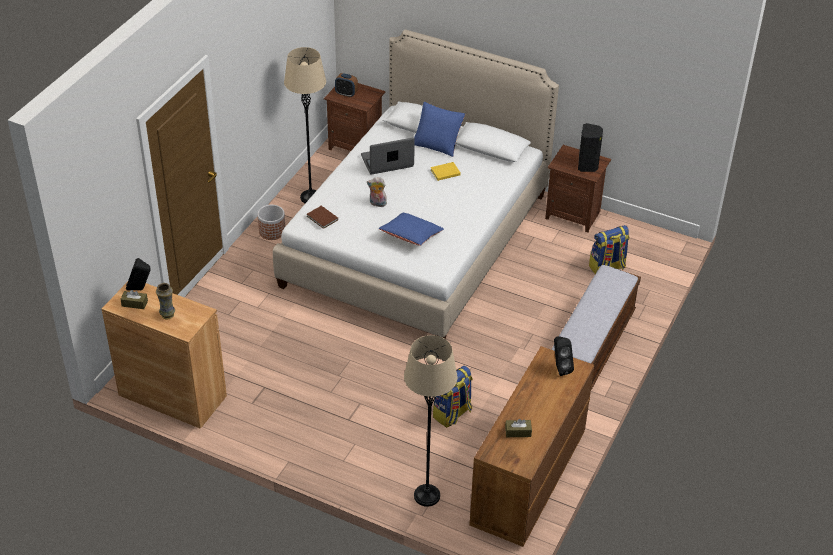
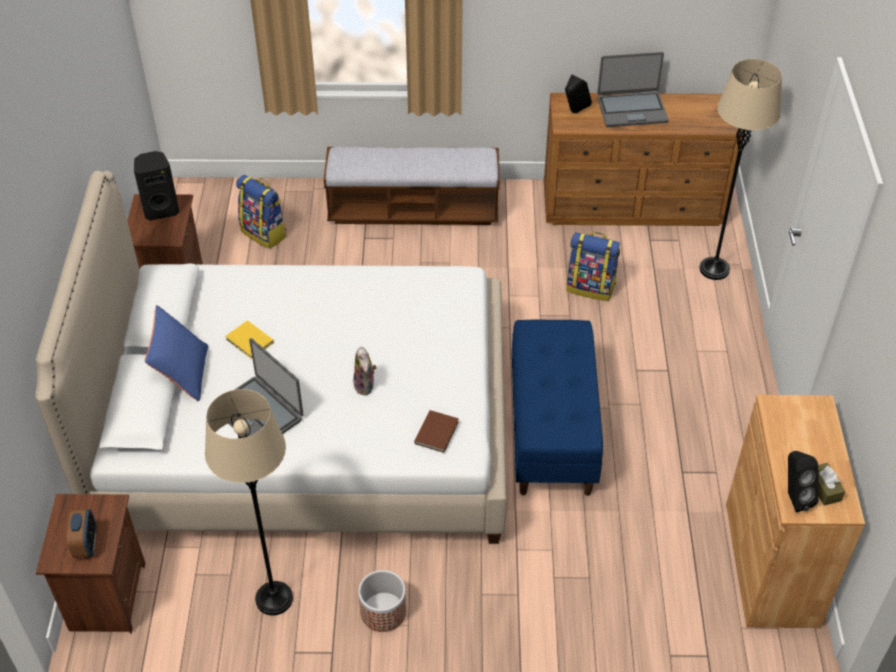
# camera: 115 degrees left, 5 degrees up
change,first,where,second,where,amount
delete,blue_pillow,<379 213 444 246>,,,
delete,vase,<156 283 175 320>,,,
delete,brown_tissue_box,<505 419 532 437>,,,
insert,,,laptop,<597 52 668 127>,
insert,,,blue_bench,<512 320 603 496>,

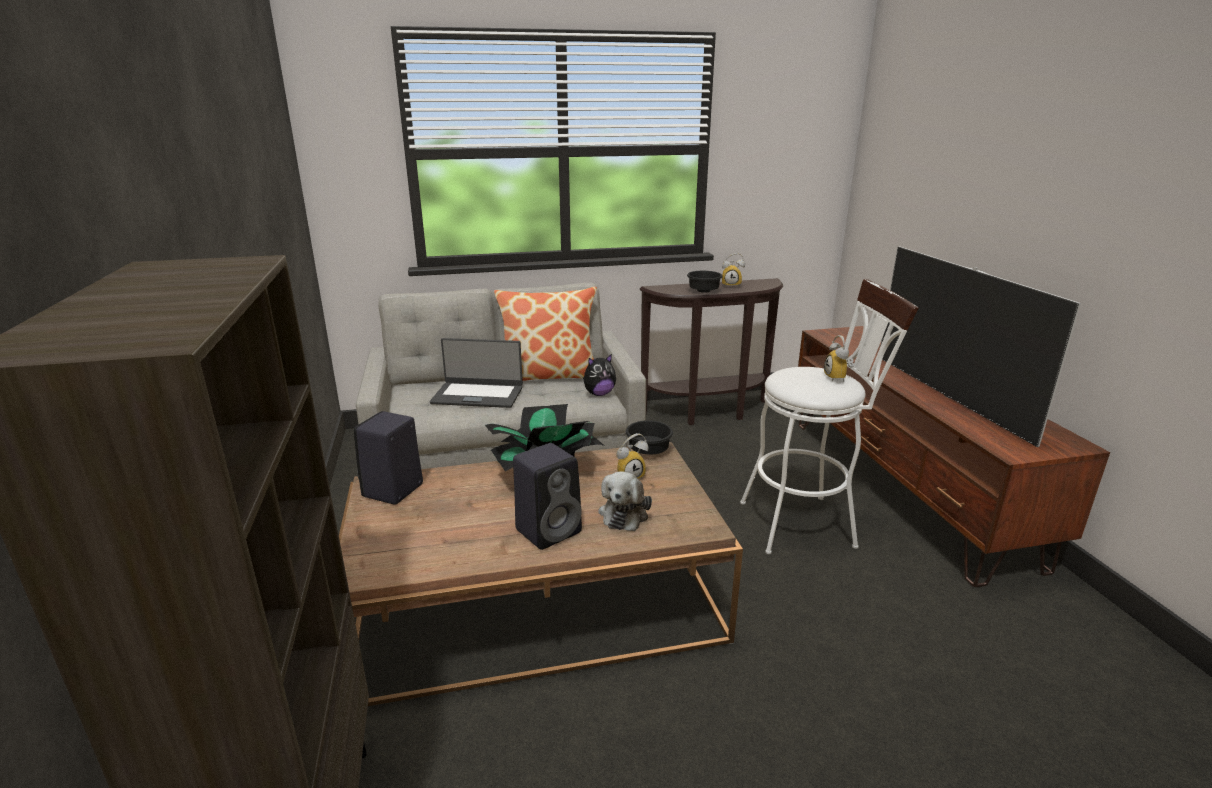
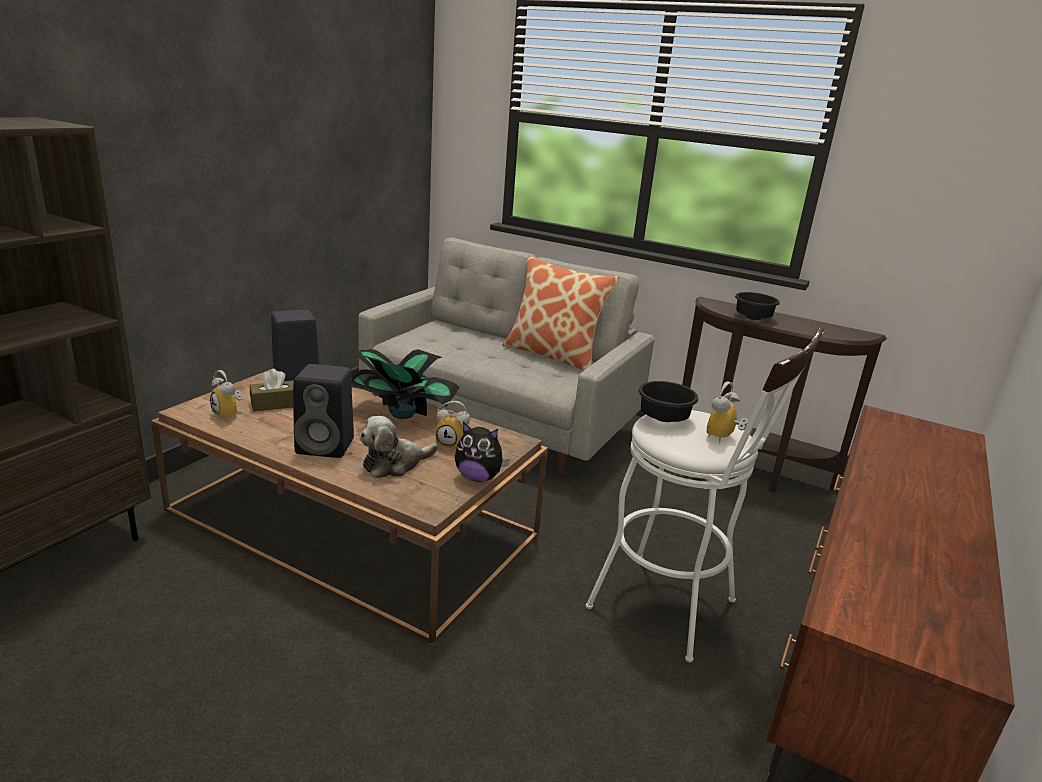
# camera: 40 degrees right, 0 degrees up
change,first,where,second,where,amount
delete,television,<880 247 1081 447>,,,
move,alarm_clock,<722 253 745 287>,,<210 370 243 420>,
delete,laptop,<430 338 523 408>,,,
move,plush_toy,<583 354 616 396>,,<455 422 510 482>,
move,black_bowl,<626 420 673 455>,,<638 381 698 422>,
insert,,,brown_tissue_box,<250 369 294 411>,

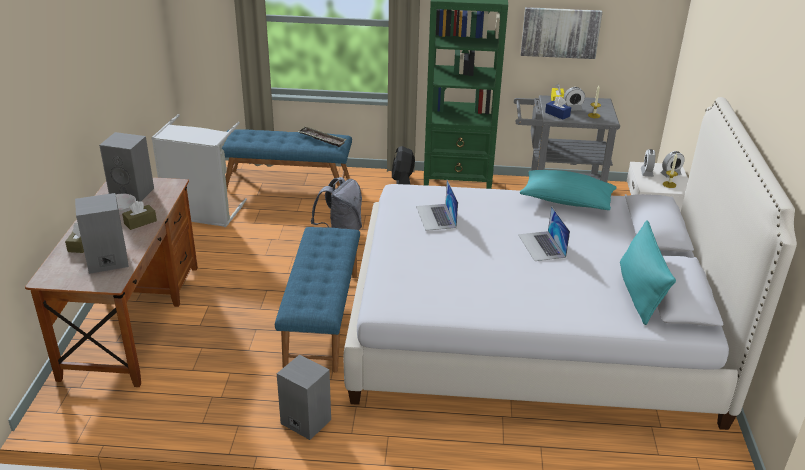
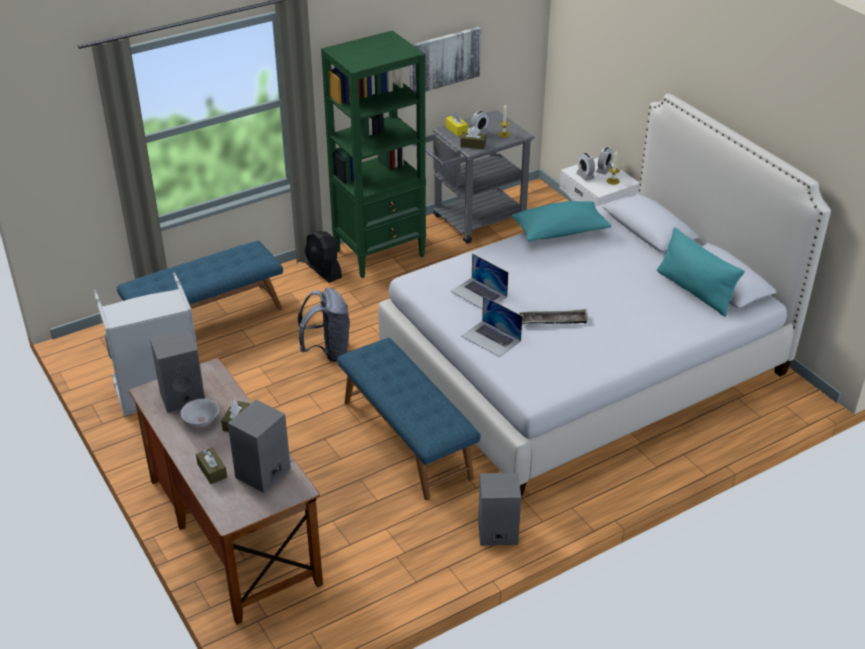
# camera: 35 degrees left, 5 degrees up
change,first,where,second,where,amount
recolor,blue_tissue_box,<545 96 571 120>,brown_tissue_box,<460 127 486 149>,
move,tray,<298 127 346 147>,,<519 309 589 324>,
move,laptop,<518 206 570 261>,,<462 296 522 357>,

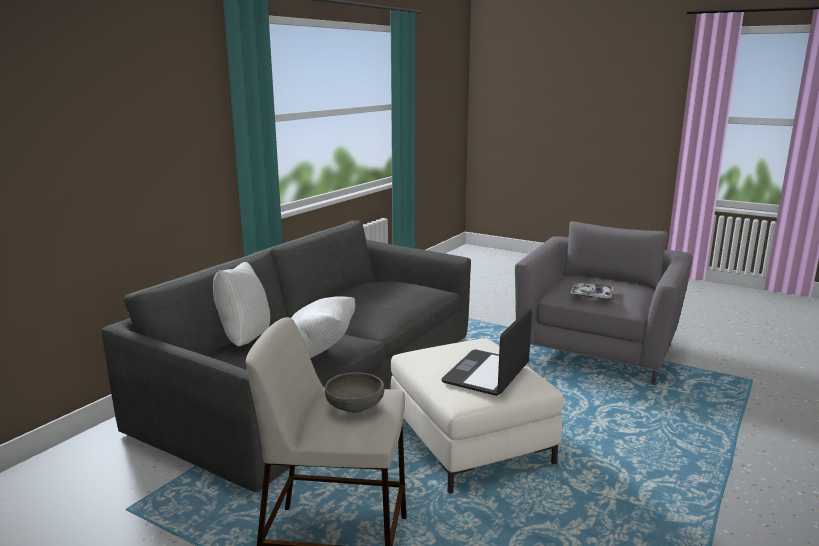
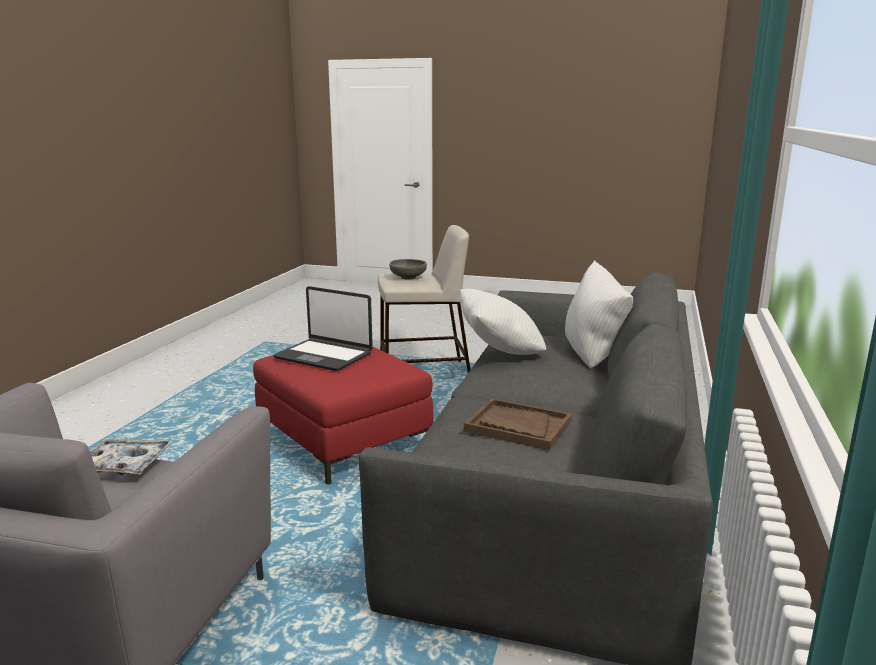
# camera: 165 degrees right, 0 degrees up
change,first,where,second,where,amount
rotate,laptop,<442 308 532 396>,,<273 286 373 371>,105 degrees clockwise
recolor,white_ottoman,<390 339 564 494>,red_ottoman,<253 347 434 485>,
insert,,,brown_tray,<464 398 572 450>,

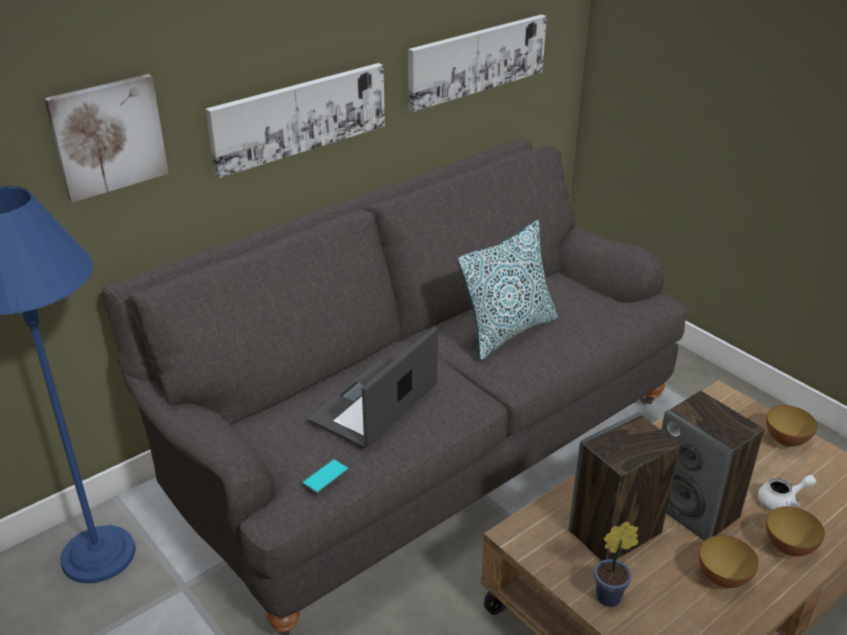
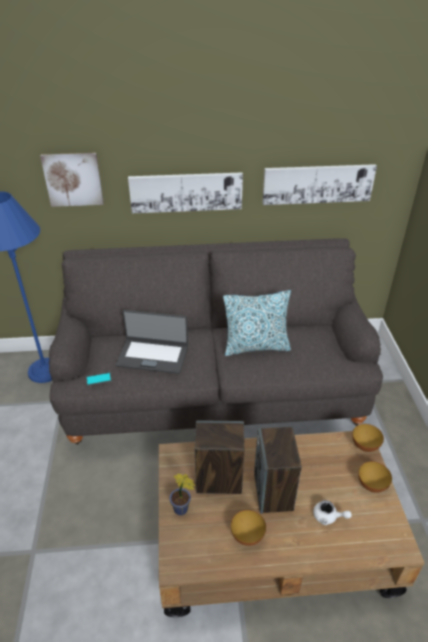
# camera: 35 degrees right, 5 degrees up
change,first,where,second,where,amount
rotate,laptop,<308 327 438 448>,,<116 310 188 374>,150 degrees counterclockwise
move,bowl,<766 507 825 556>,,<352 424 384 452>,

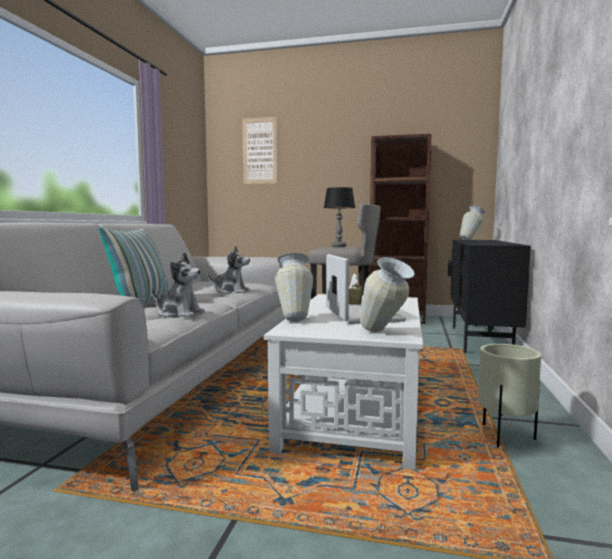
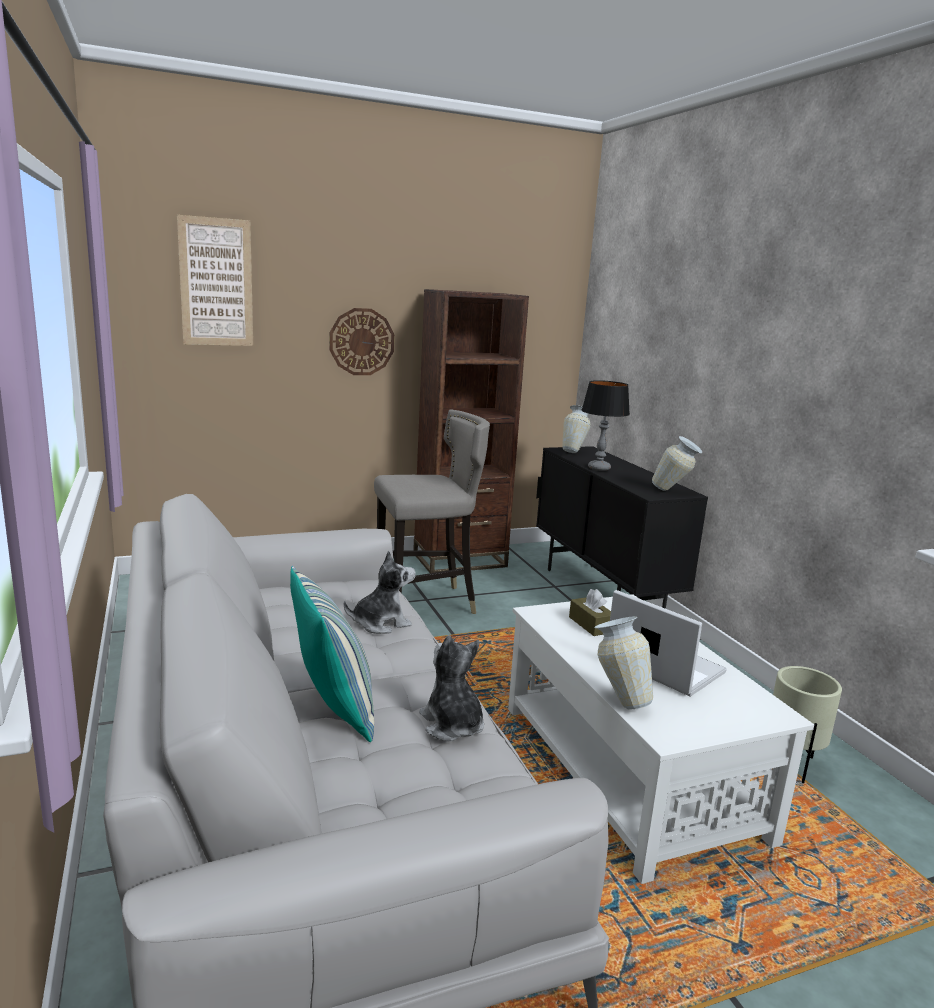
# camera: 35 degrees left, 10 degrees up
change,first,where,second,where,amount
move,table_lamp,<324 187 355 247>,,<582 380 630 471>,
rotate,plush_toy,<151 252 205 317>,,<419 635 484 741>,105 degrees counterclockwise
move,vase,<360 257 415 332>,,<652 436 702 491>,
insert,,,wall_clock,<329 308 394 375>,

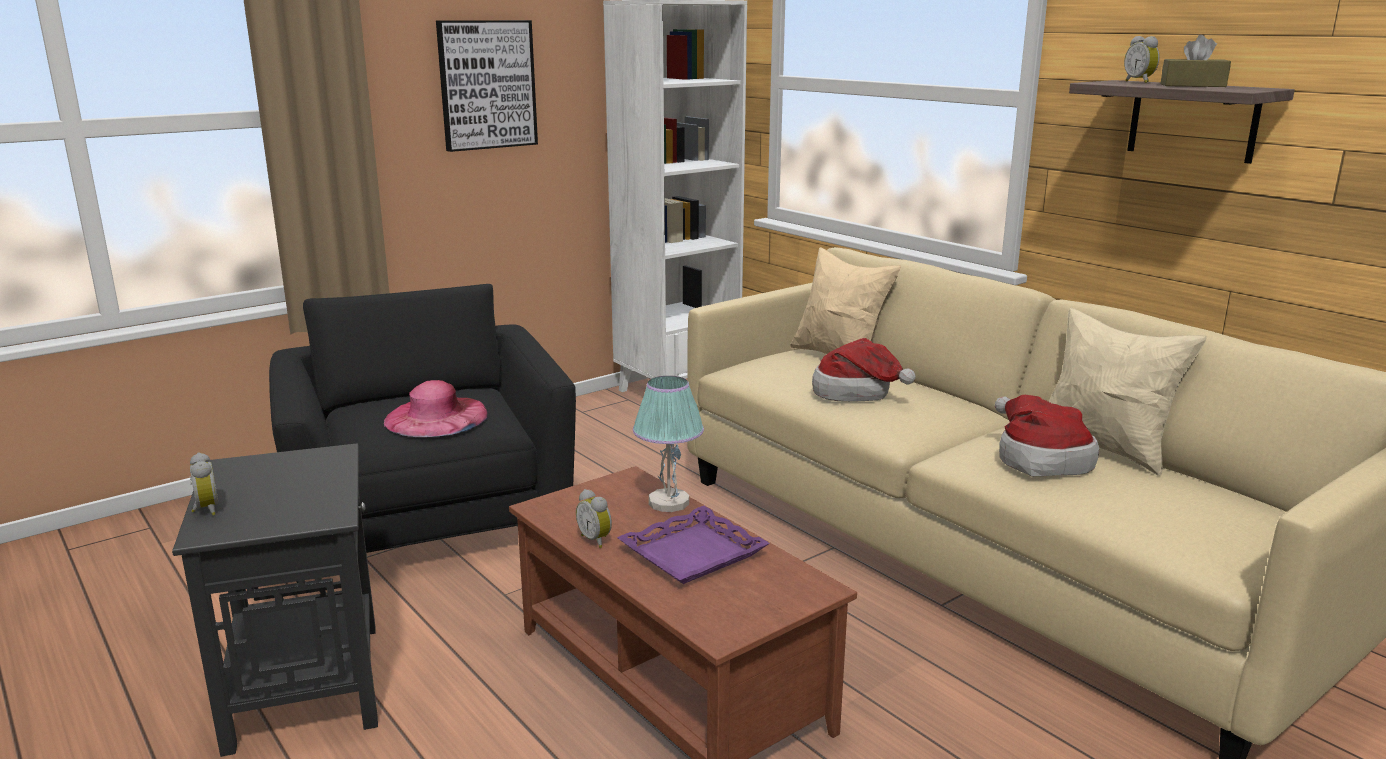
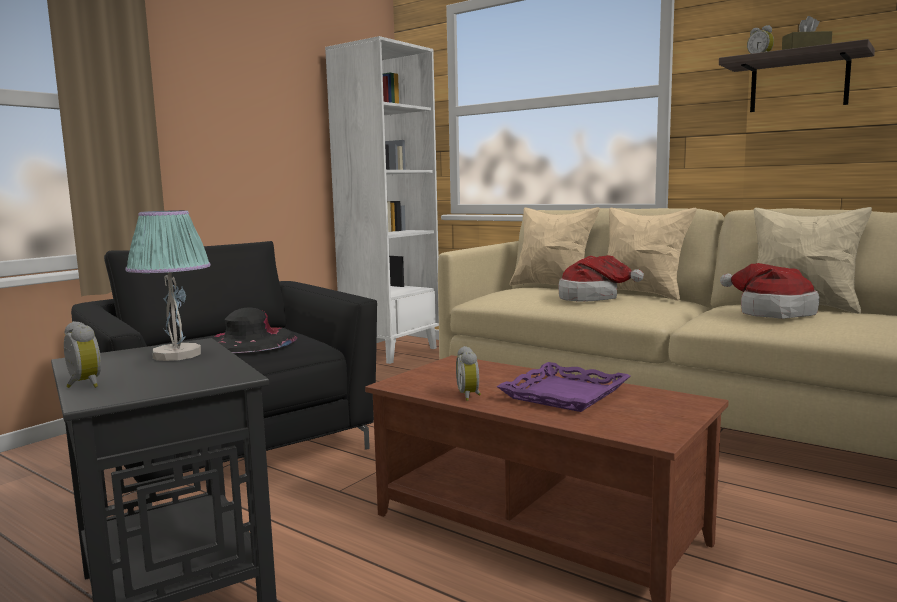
# camera: 15 degrees left, 10 degrees down
change,first,where,second,where,amount
delete,picture,<436 20 538 152>,,,
move,table_lamp,<633 376 704 512>,,<125 210 211 361>,
recolor,pink_hat,<384 380 488 437>,black_hat,<209 308 298 353>,
rotate,alarm_clock,<576 489 612 548>,,<456 346 481 401>,45 degrees clockwise
insert,,,beige_pillow,<607 208 697 301>,

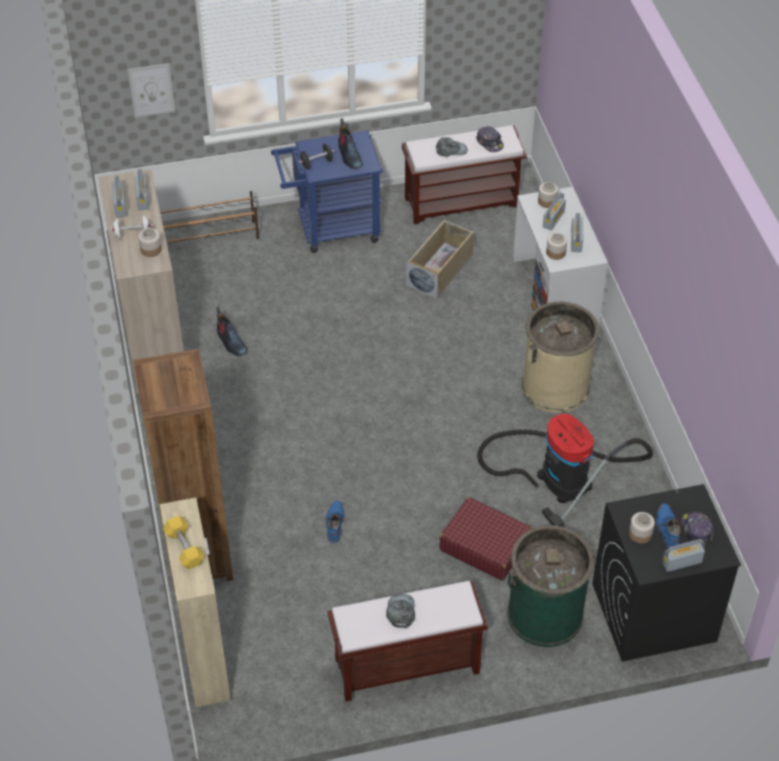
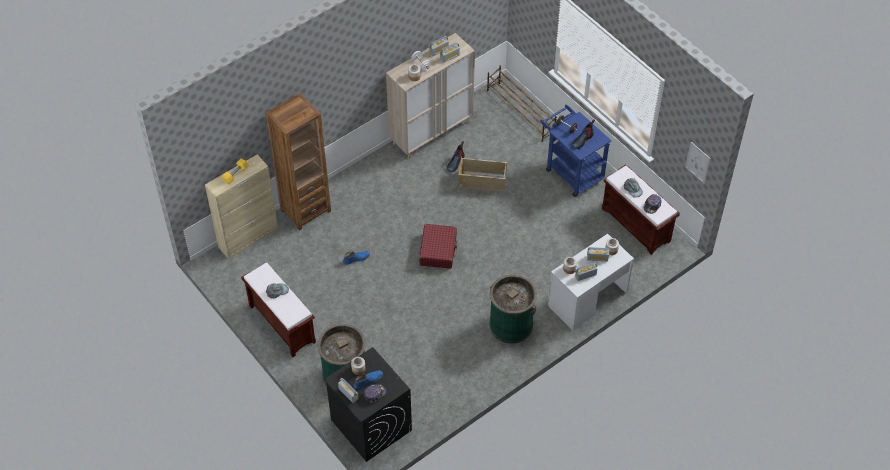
# camera: 65 degrees right, 5 degrees up
change,first,where,second,where,amount
move,picture,<128 63 175 117>,,<685 142 711 184>,
move,beige_storage_box,<406 219 474 300>,,<458 157 507 192>,
recolor,beige_trash_can,<522 302 599 413>,green_trash_can,<489 275 537 343>,
delete,vacuum_cleaner,<477 414 653 527>,,,
move,red_suitcase,<440 497 532 581>,,<419 224 457 269>,

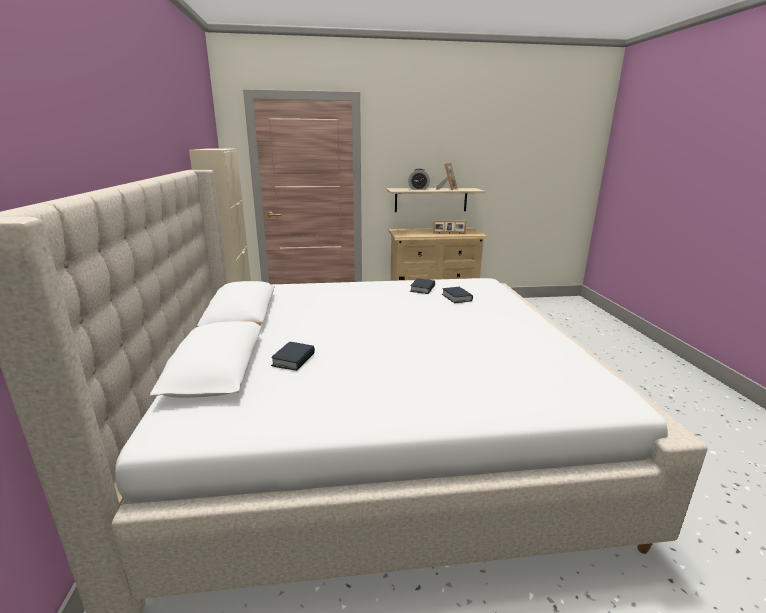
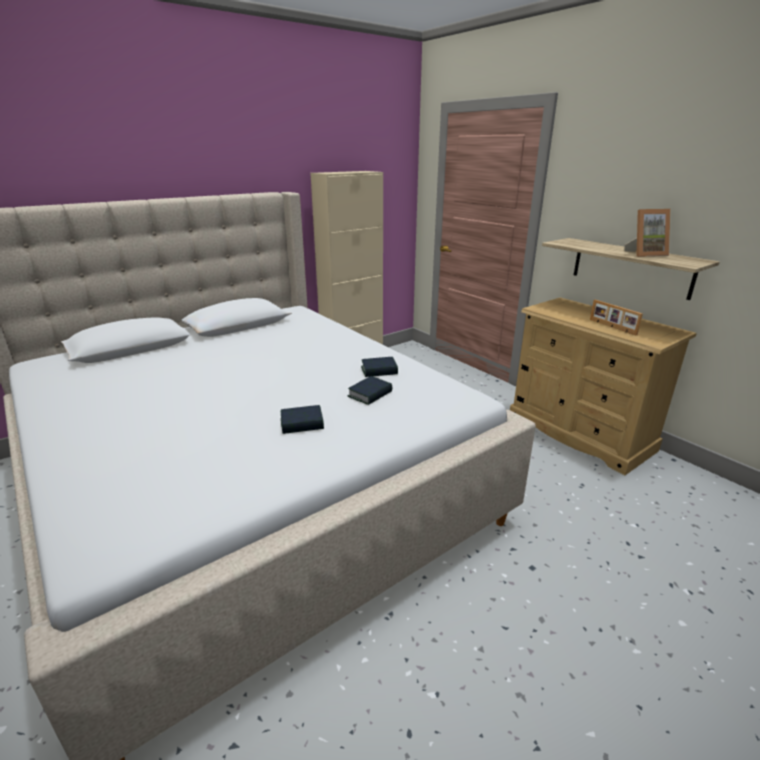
# camera: 60 degrees right, 5 degrees up
change,first,where,second,where,amount
delete,alarm_clock,<408 168 430 190>,,,
move,book,<271 342 315 371>,,<281 405 324 434>,

